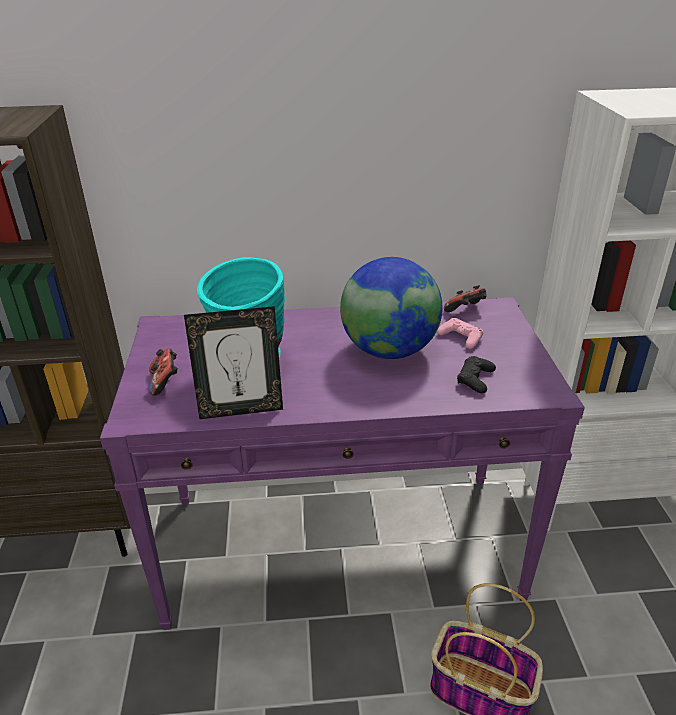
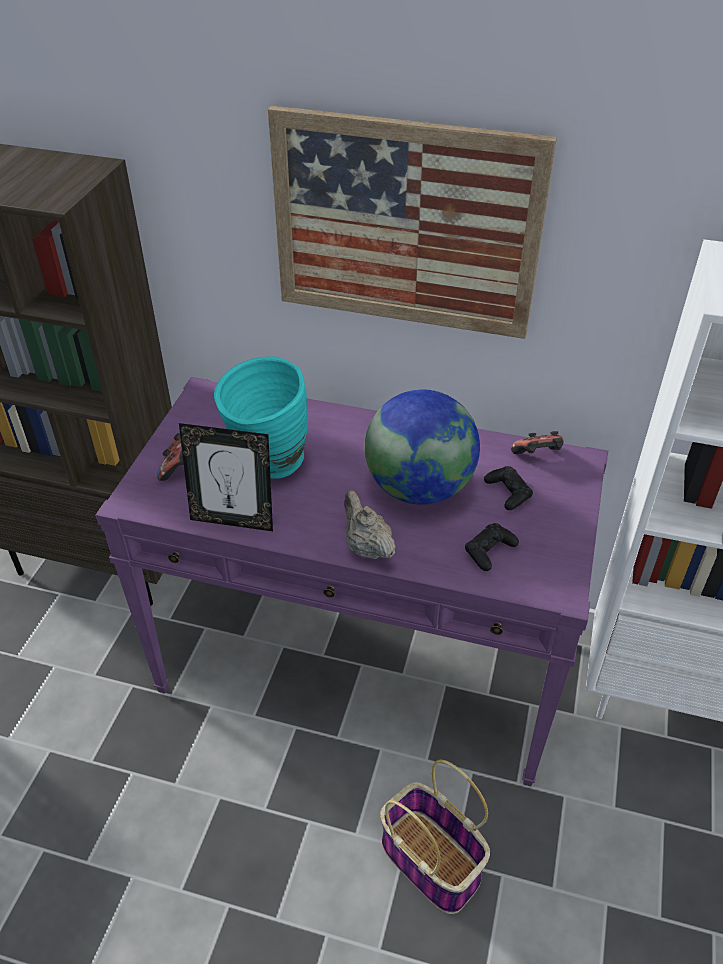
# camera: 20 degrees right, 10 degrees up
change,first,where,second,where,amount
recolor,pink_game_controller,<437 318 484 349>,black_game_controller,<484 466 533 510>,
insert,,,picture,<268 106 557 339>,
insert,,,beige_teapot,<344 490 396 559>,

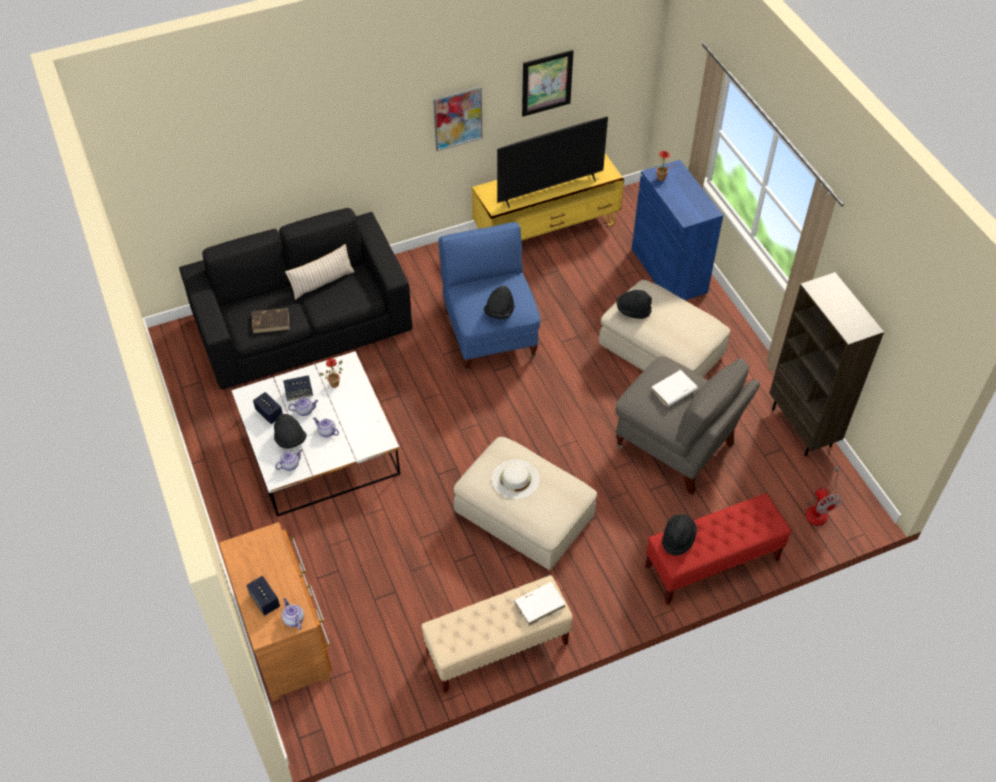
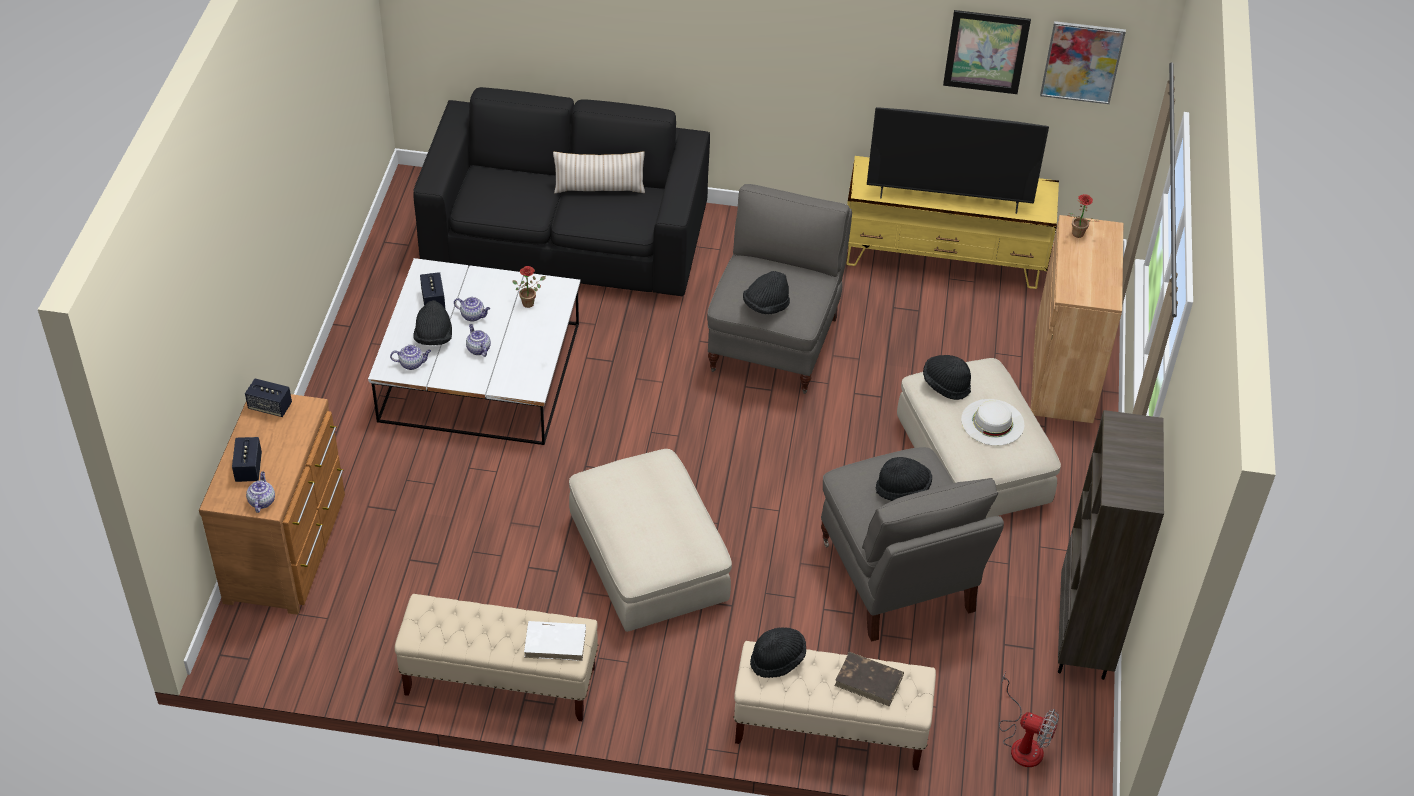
# camera: 30 degrees right, 5 degrees down
change,first,where,second,where,amount
move,picture,<433 86 482 151>,,<1040 21 1126 104>,
recolor,blue_cabinet,<632 160 723 300>,brown_cabinet,<1031 215 1123 423>,
recolor,blue_armchair,<439 222 541 371>,grey_armchair,<707 184 852 394>,
move,brown_book,<252 308 290 333>,,<835 652 904 707>,
replace,white_book,<651 370 698 407>,black_hat,<876 457 932 501>,
move,speaker,<283 375 313 401>,,<245 378 292 417>,
move,white_hat,<492 459 540 499>,,<961 399 1024 446>,
rotate,fan,<805 466 841 526>,,<999 671 1059 767>,75 degrees counterclockwise
recolor,red_bench,<645 493 791 604>,beige_bench,<733 641 936 770>,

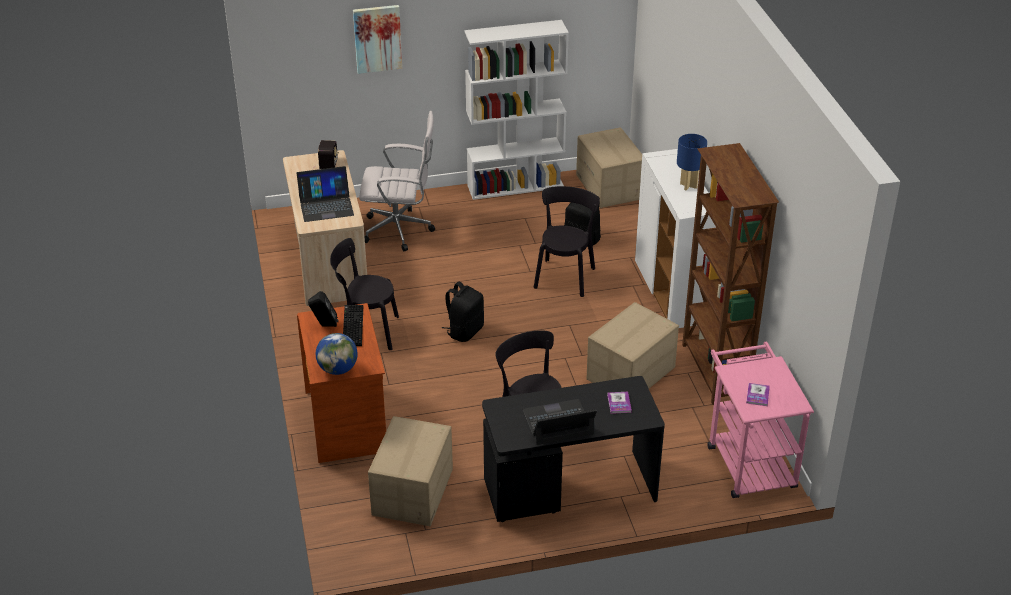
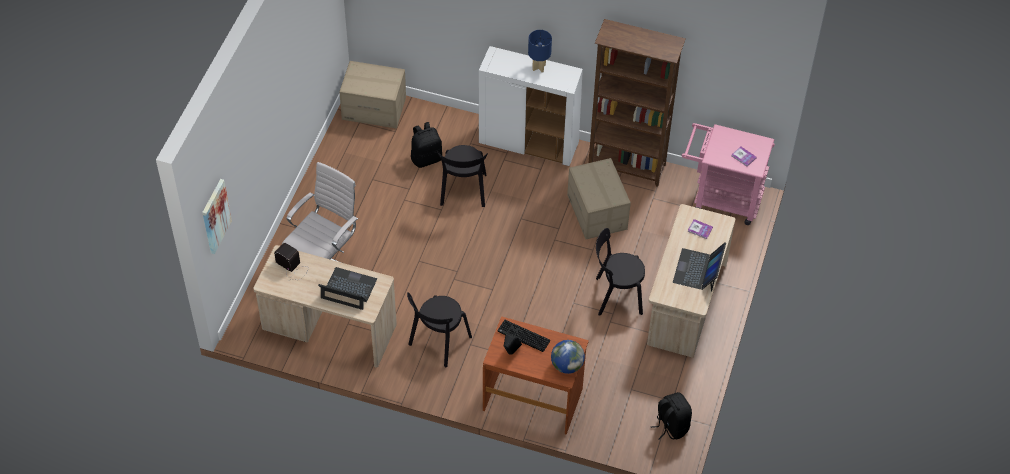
# camera: 60 degrees left, 15 degrees up
change,first,where,second,where,amount
move,picture,<353 5 402 74>,,<202 179 232 254>,
delete,white_bookcase,<464 20 569 200>,,,
rotate,laptop,<297 166 354 222>,,<318 267 377 310>,90 degrees counterclockwise
rotate,black_chair,<534 186 600 297>,,<437 145 488 207>,135 degrees counterclockwise
move,black_backpack,<442 282 484 342>,,<651 392 692 440>,
recolor,black_desk,<482 376 665 522>,beige_desk,<647 204 735 358>,
delete,cardboard_box,<368 416 453 526>,,,

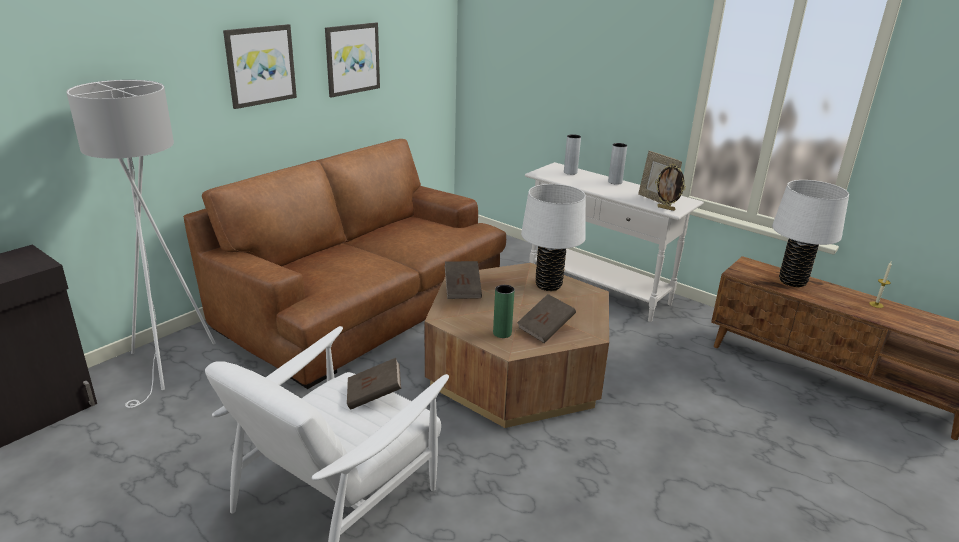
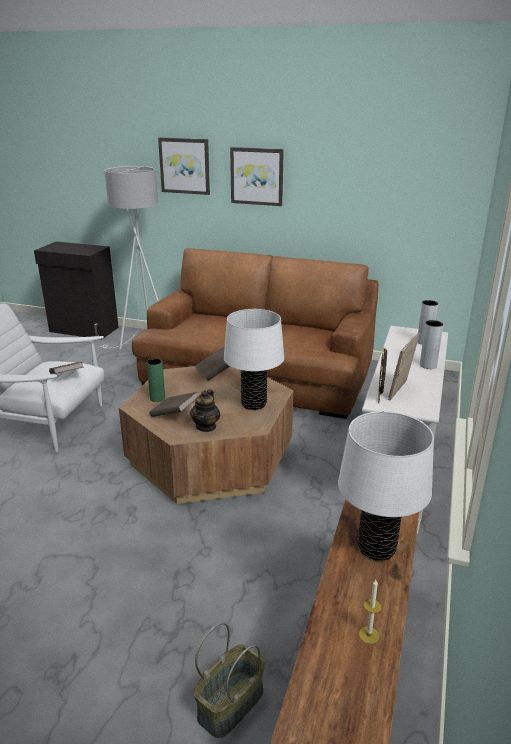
# camera: 70 degrees right, 0 degrees up
change,first,where,second,where,amount
move,picture,<325 23 380 98>,,<158 138 210 195>,
insert,,,teapot,<190 389 220 432>,
insert,,,basket,<193 622 265 738>,

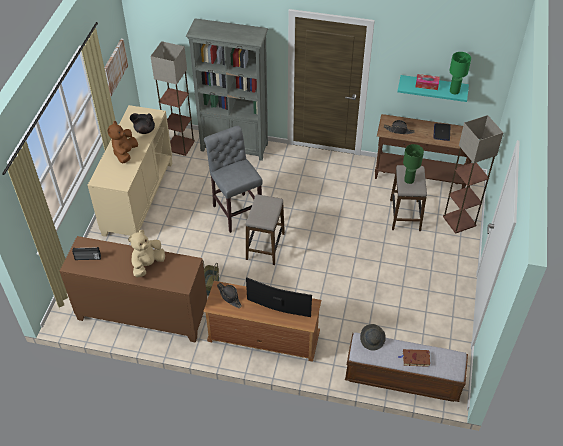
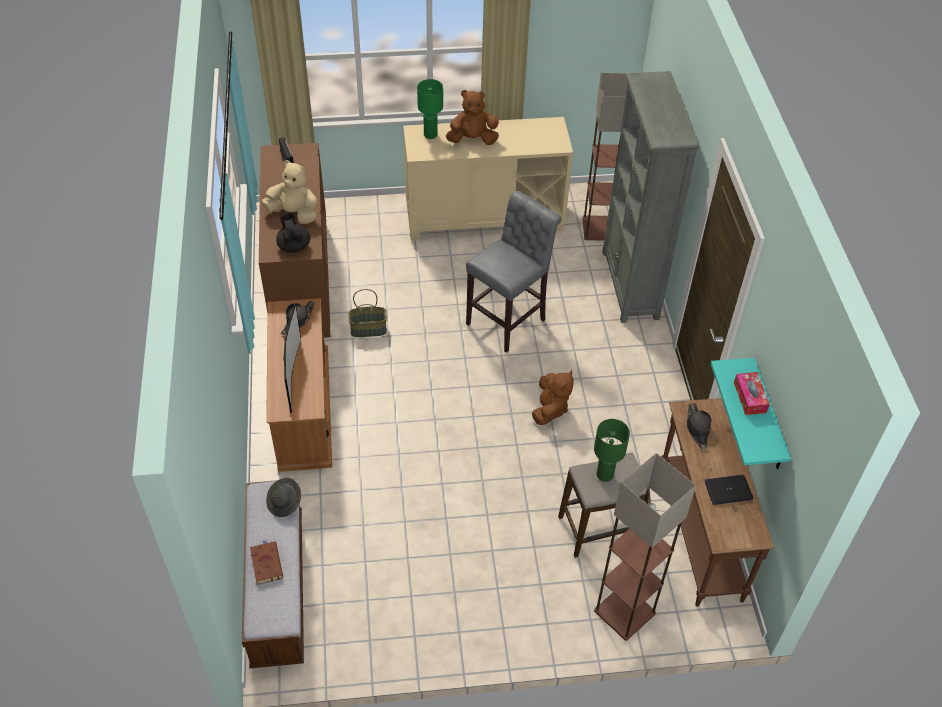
# camera: 70 degrees right, 0 degrees up
change,first,where,second,where,amount
delete,picture,<104 39 128 96>,,,
move,green_table_lamp,<449 52 471 94>,,<417 79 443 139>,
move,black_teapot,<130 113 155 134>,,<276 213 310 253>,
delete,stool,<246 194 285 265>,,,
insert,,,brown_plush_toy,<532 370 574 425>,

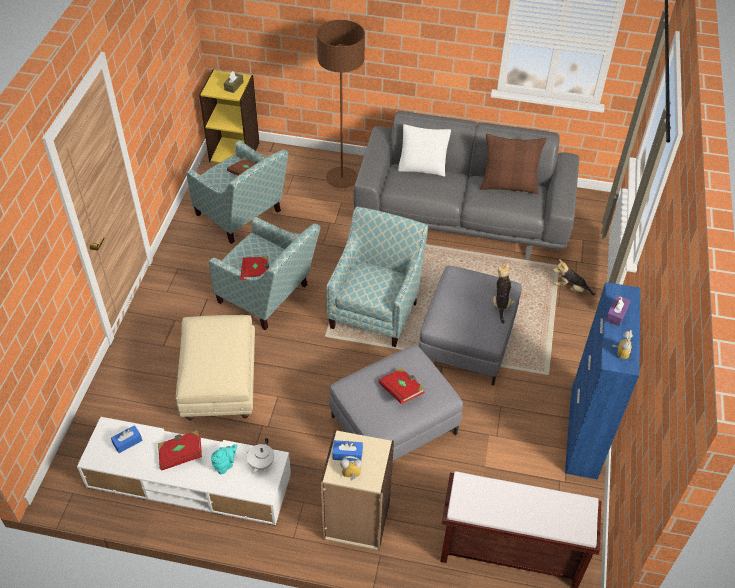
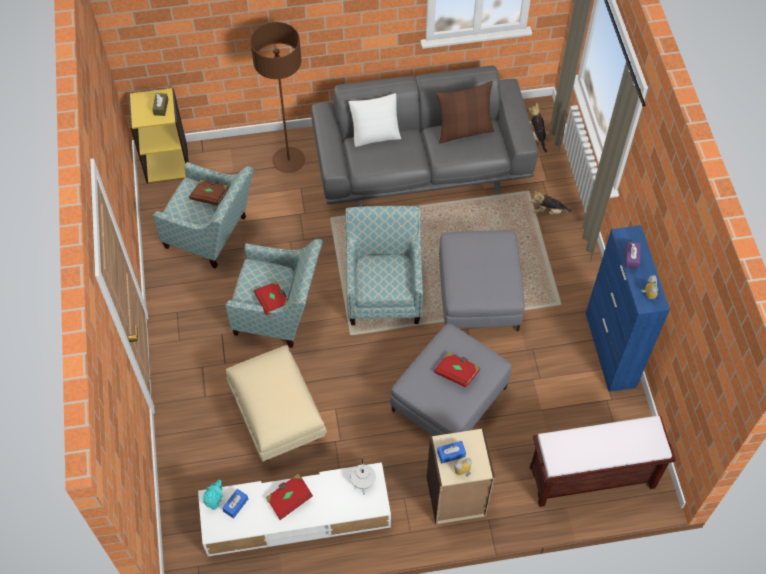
# camera: 20 degrees left, 10 degrees up
change,first,where,second,where,amount
move,plush_toy,<493 263 515 324>,,<529 103 549 152>,
move,turquoise_teapot,<211 444 237 474>,,<203 480 223 510>,

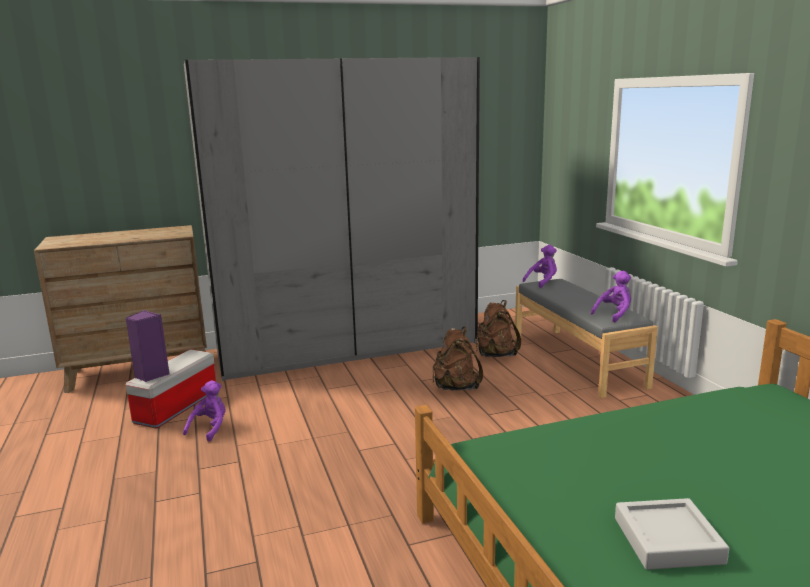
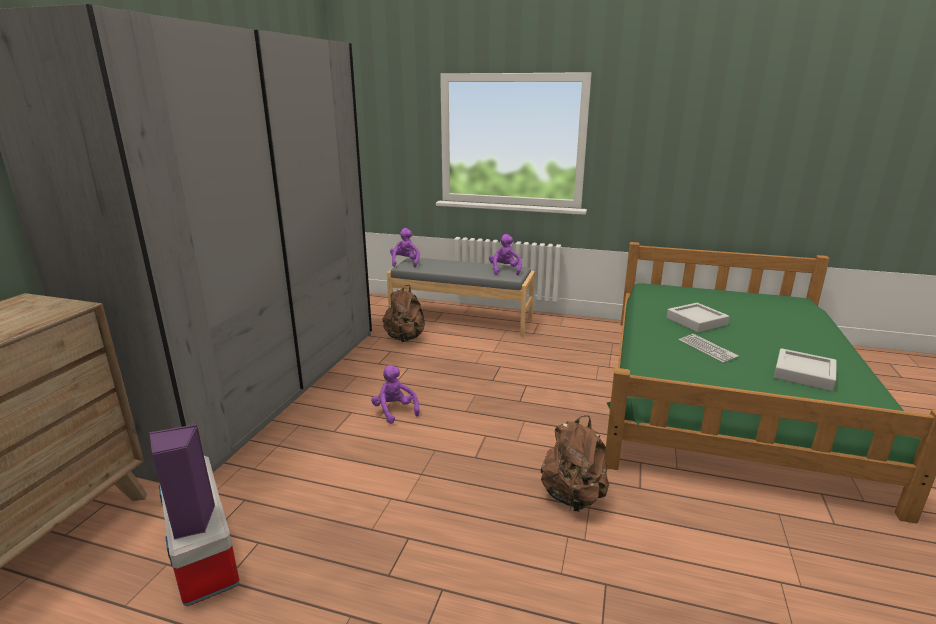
# camera: 55 degrees left, 5 degrees up
change,first,where,second,where,amount
move,brown_backpack,<432 327 483 390>,,<541 415 609 512>,
move,purple_plush_toy,<183 380 226 442>,,<371 365 420 424>,
insert,,,grey_tray,<667 303 730 332>,
insert,,,keyboard,<679 334 739 363>,

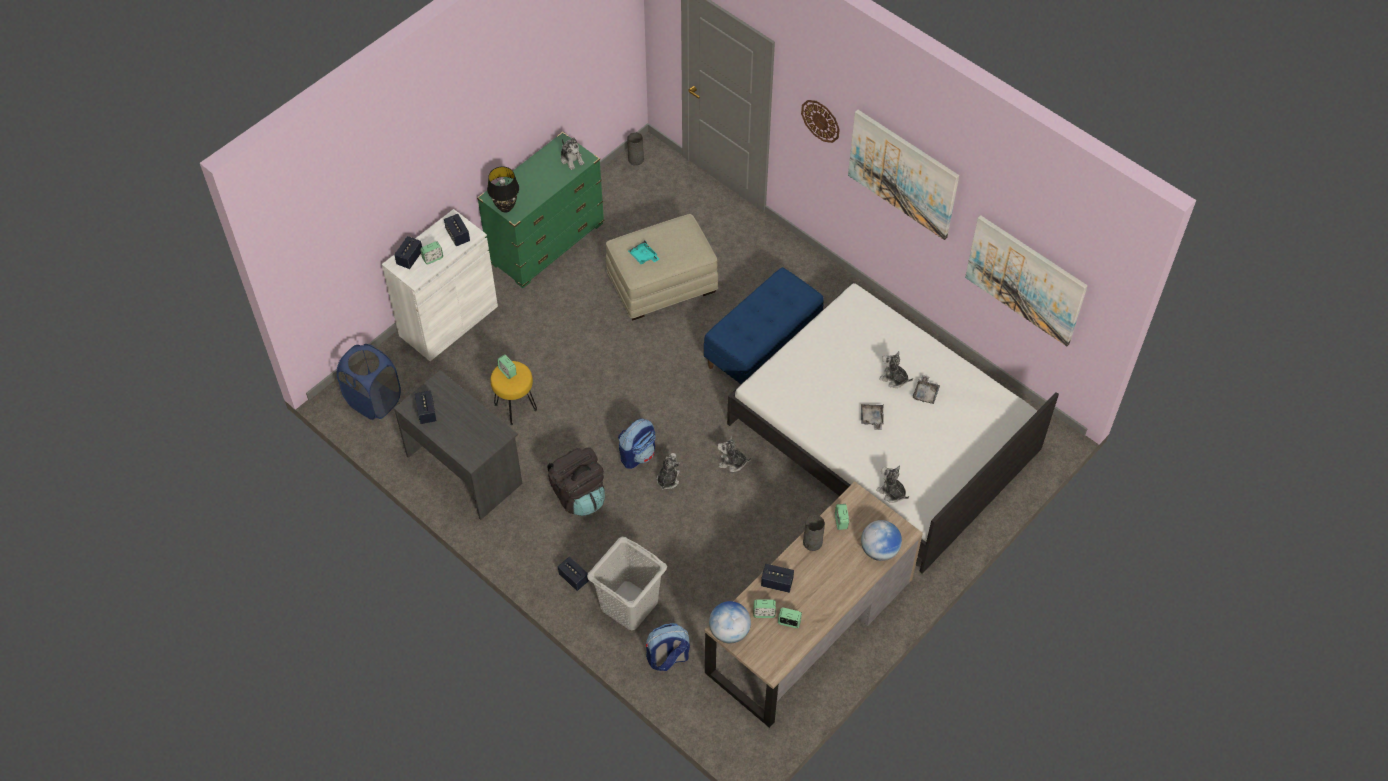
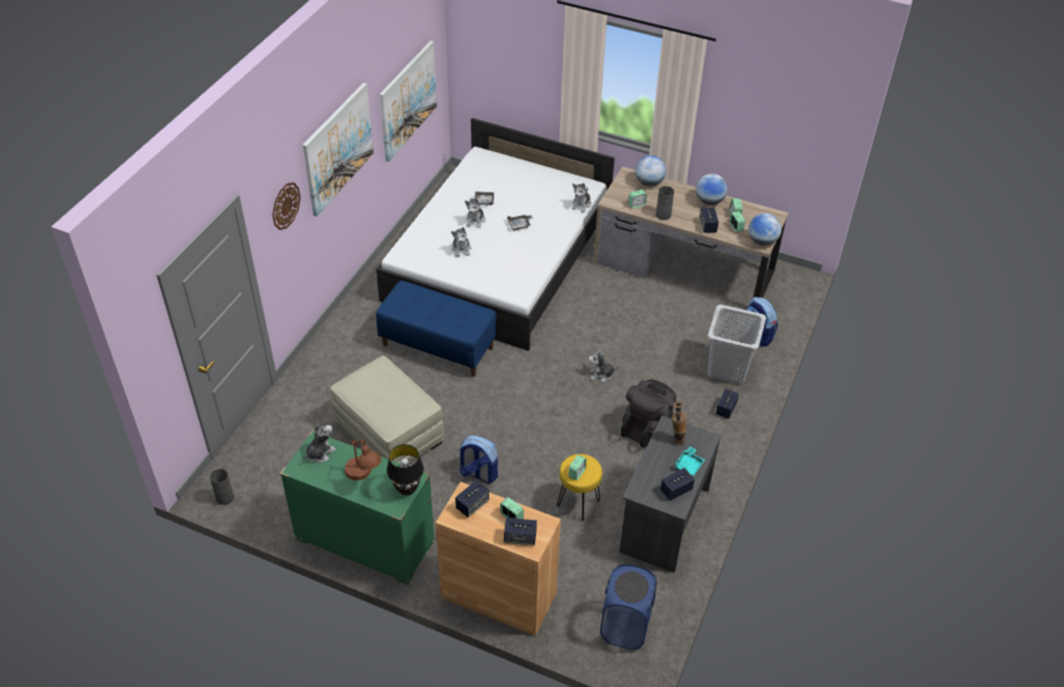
# camera: 110 degrees left, 10 degrees down
change,first,where,second,where,amount
recolor,white_cabinet,<382 209 498 361>,brown_cabinet,<436 482 561 636>,
move,turquoise_tray,<628 240 659 264>,,<674 447 705 476>,
move,backpack,<618 419 656 469>,,<459 435 498 484>,
move,plush_toy,<717 436 752 472>,,<451 227 471 257>,
insert,,,globe,<696 173 727 205>,
insert,,,vase,<671 402 687 445>,
insert,,,brown_table_lamp,<345 439 382 480>,

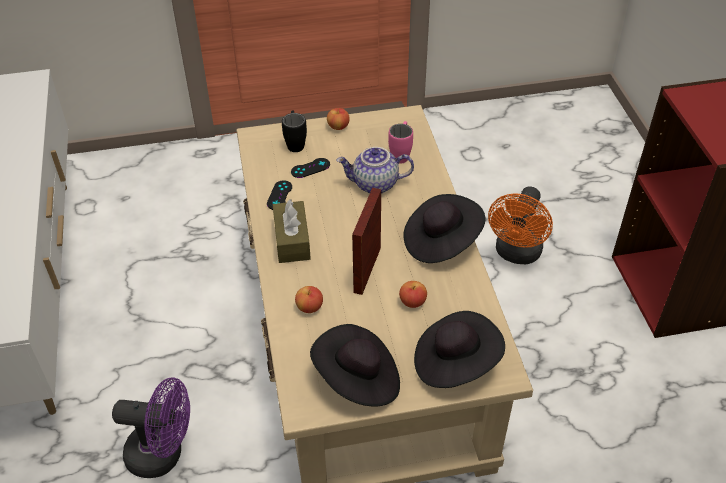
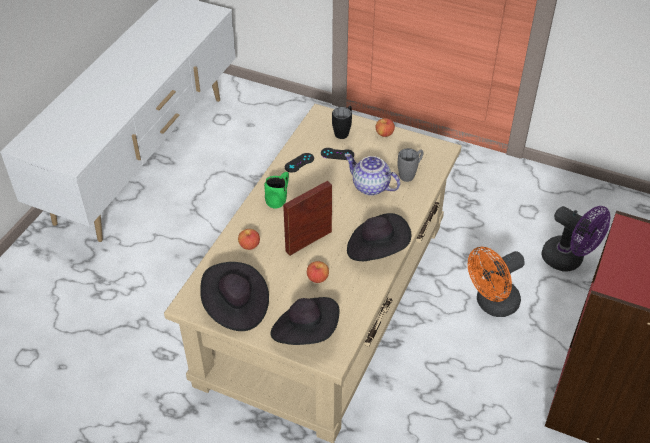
# camera: 35 degrees right, 0 degrees up
change,first,where,second,where,amount
recolor,pink_mug,<388 121 413 164>,grey_mug,<397 148 424 182>,
replace,brown_tissue_box,<273 199 311 263>,green_mug,<264 172 289 209>,
move,purple_fan,<112 377 190 478>,,<541 206 610 272>,

